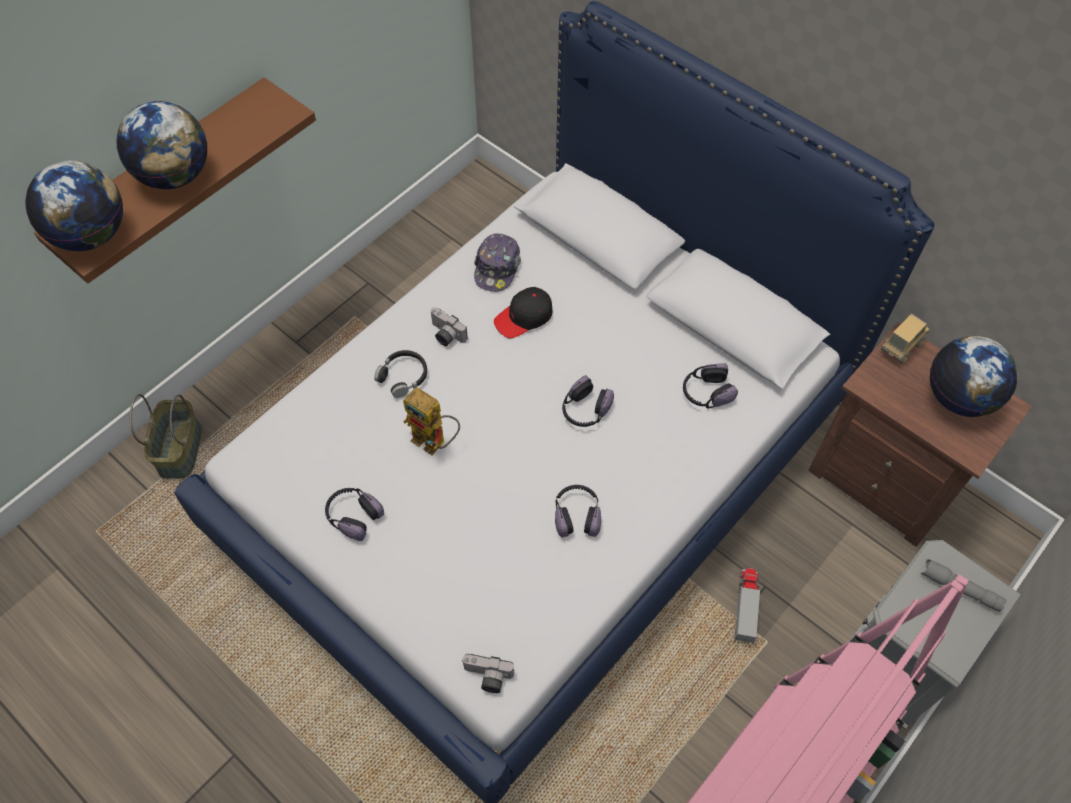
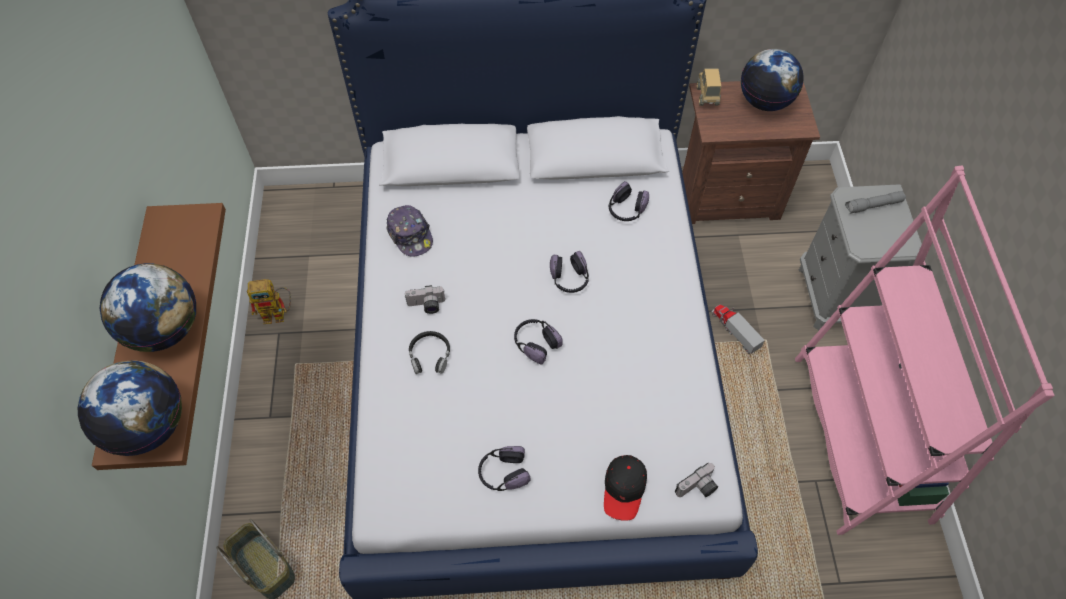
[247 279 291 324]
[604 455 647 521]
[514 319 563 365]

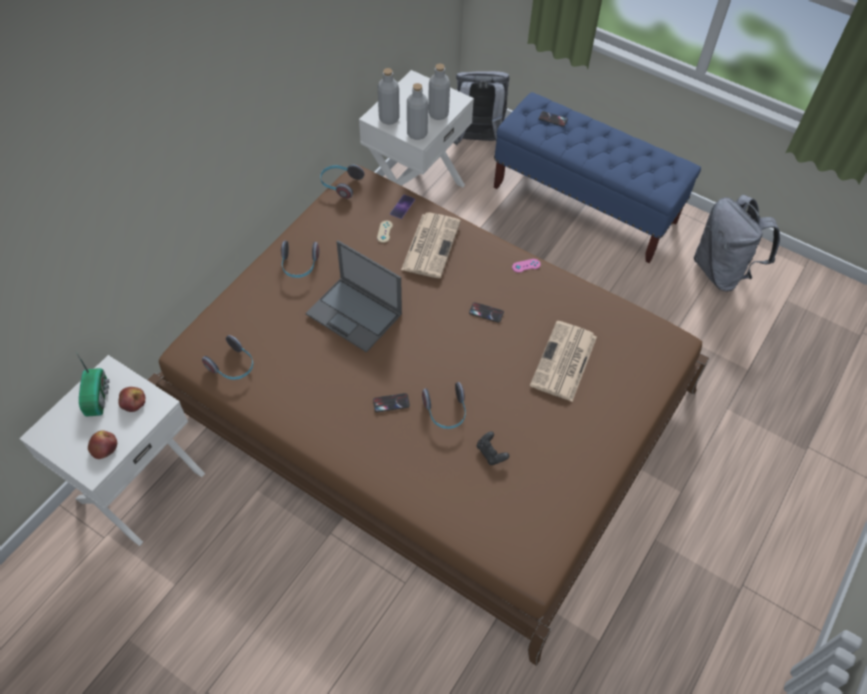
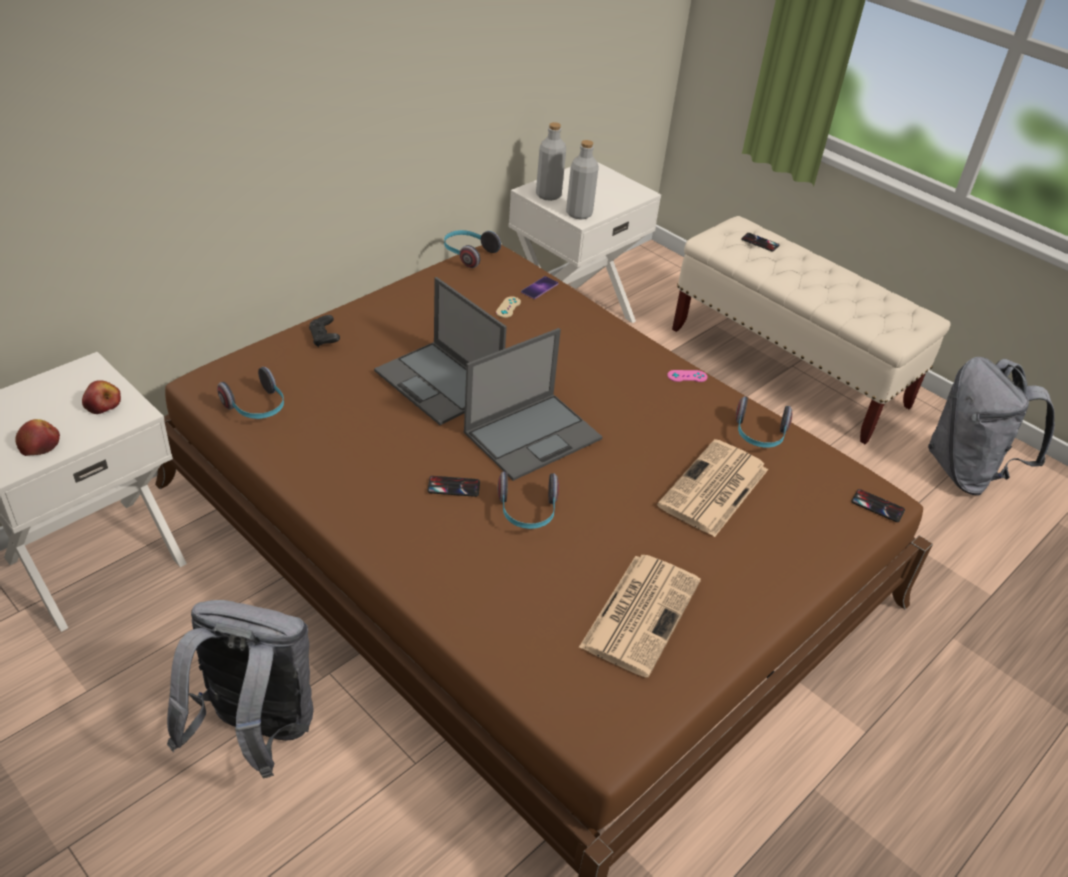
[76 352 110 417] (first image)
[428 64 450 120] (first image)
[464 328 602 481]
[736 396 792 448]
[579 555 701 678]
[167 600 314 778]
[851 489 905 522]
[309 315 340 347]
[672 216 951 444]

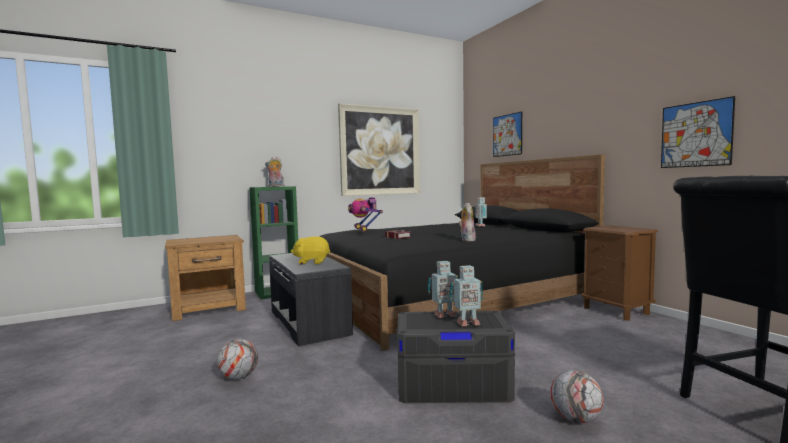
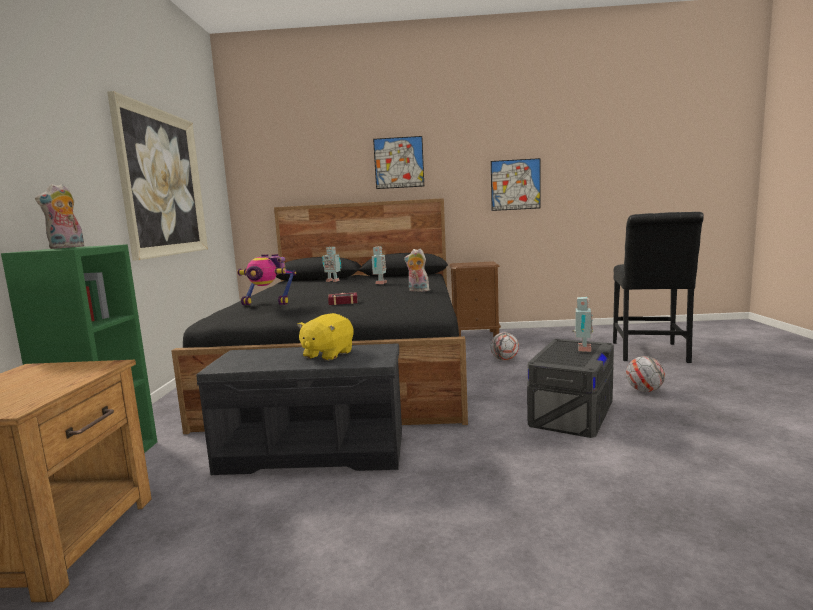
[490 332 519 361]
[372 246 387 284]
[373 136 424 189]

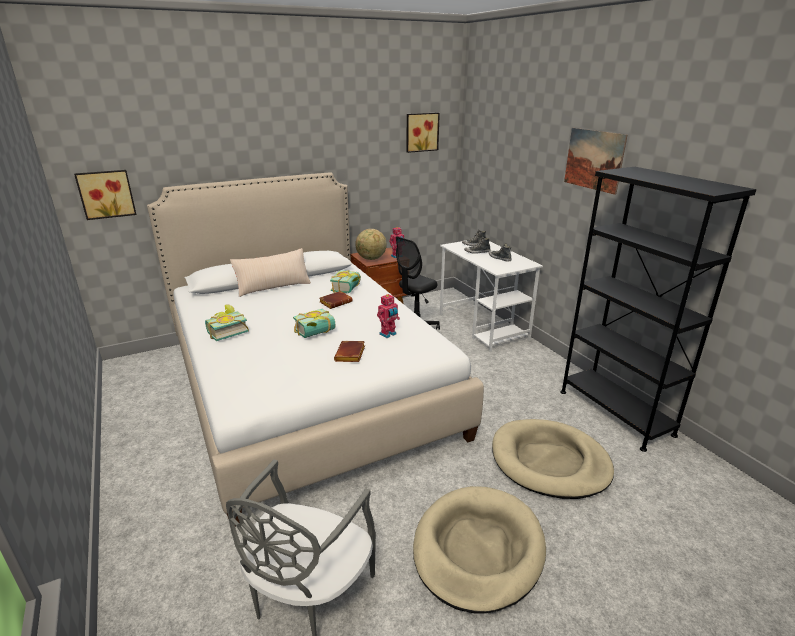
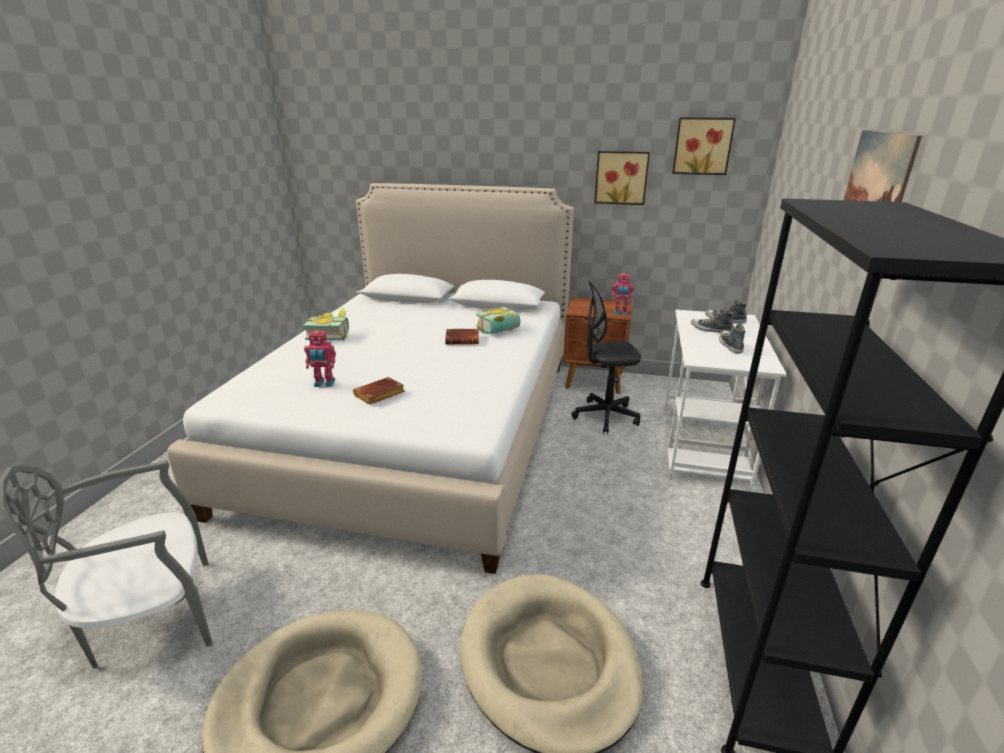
[230 248 311 297] (first image)
[293 309 335 338] (first image)
[355 229 387 260] (first image)
[594 151 650 205]
[304 330 336 387]

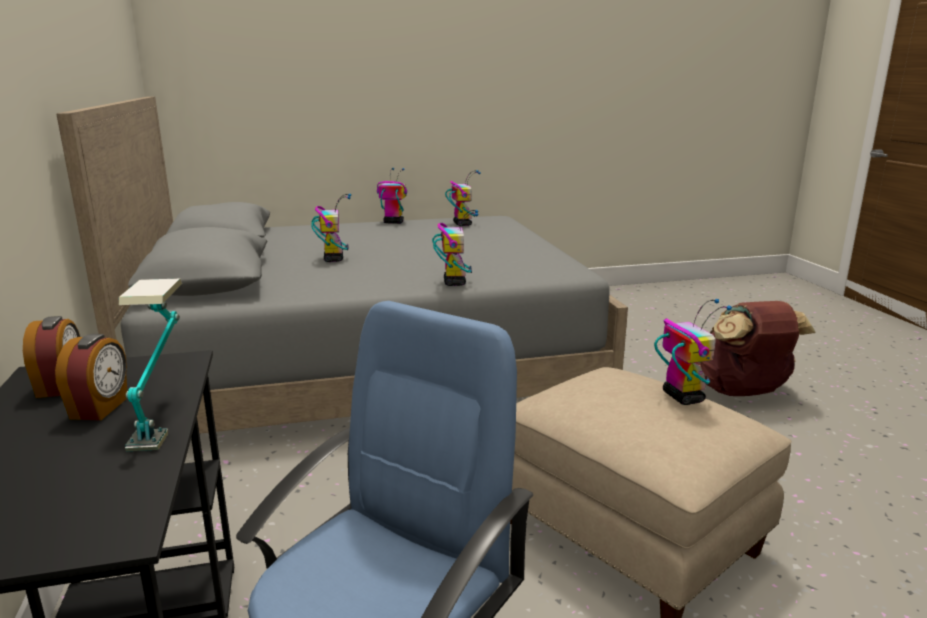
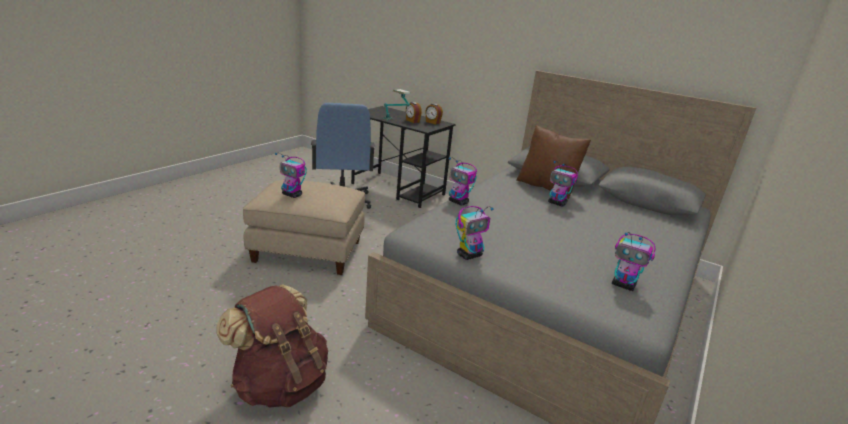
[516 125 591 199]
[456 206 494 260]

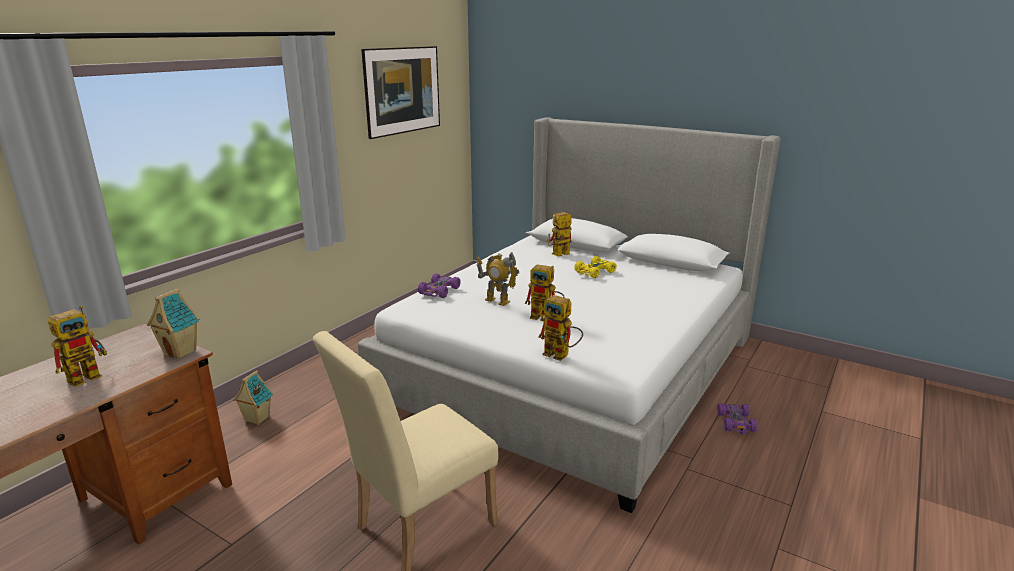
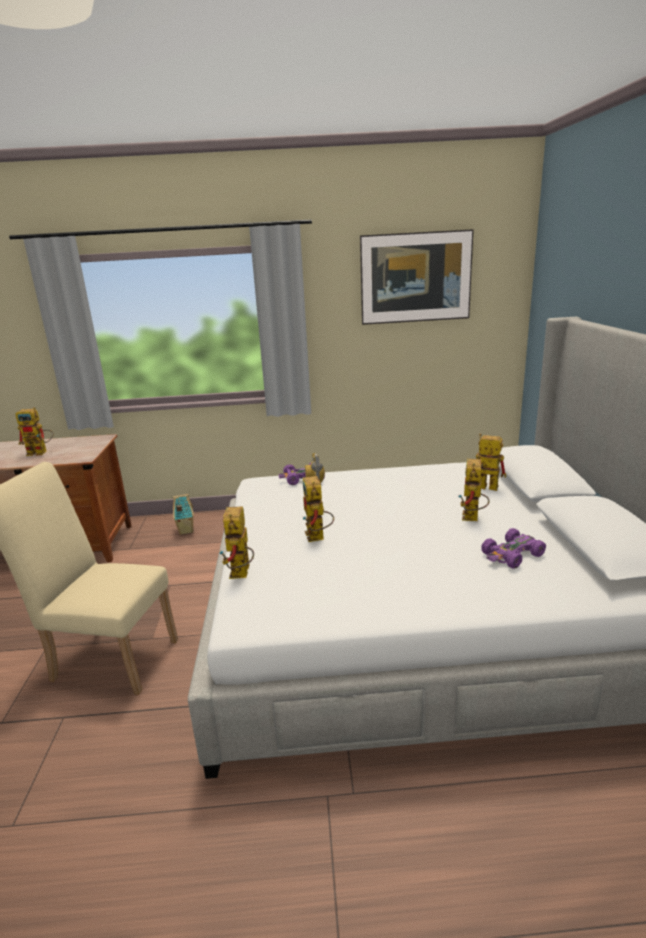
[147 289 200 359] (first image)
[481 528 546 569]
[459 459 490 521]

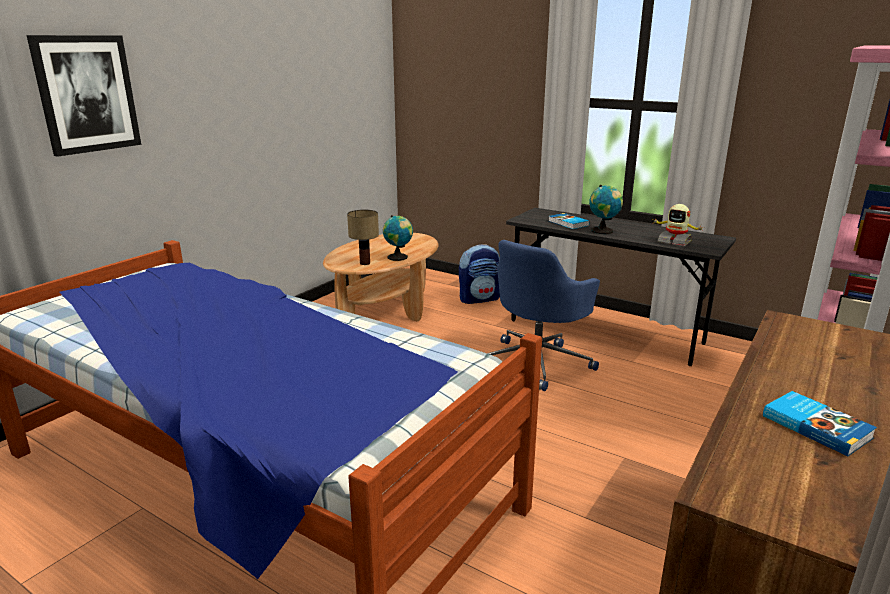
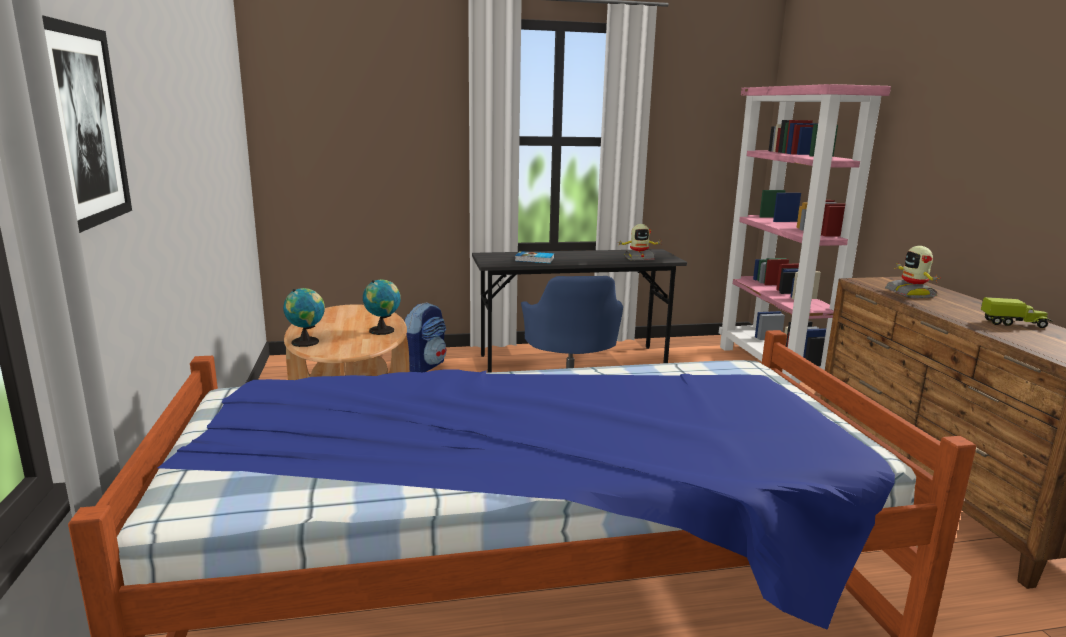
[347 210 379 265] (first image)
[885 246 939 298]
[283 288 325 347]
[981 297 1053 328]

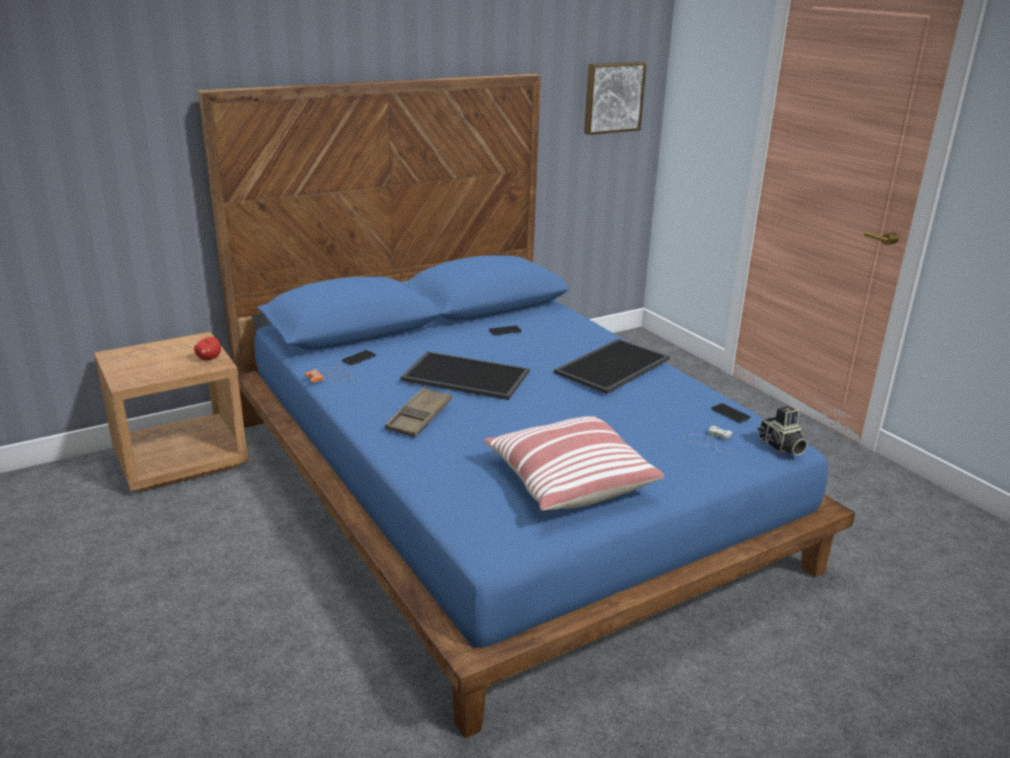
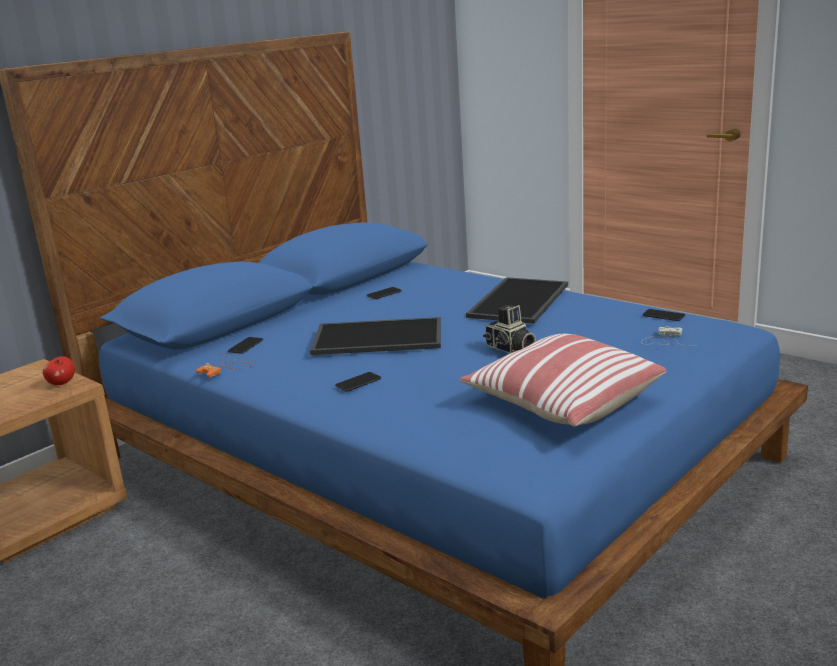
[584 62 647 135] (first image)
[483 305 536 353]
[335 372 381 392]

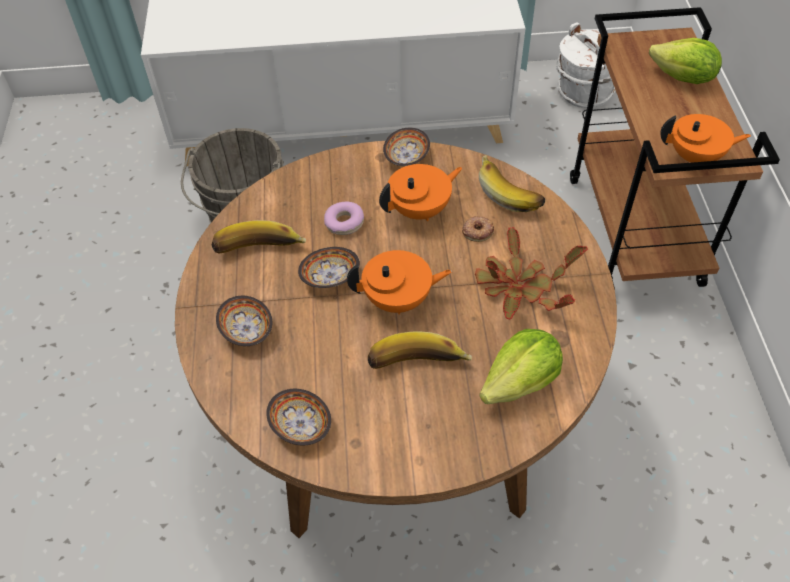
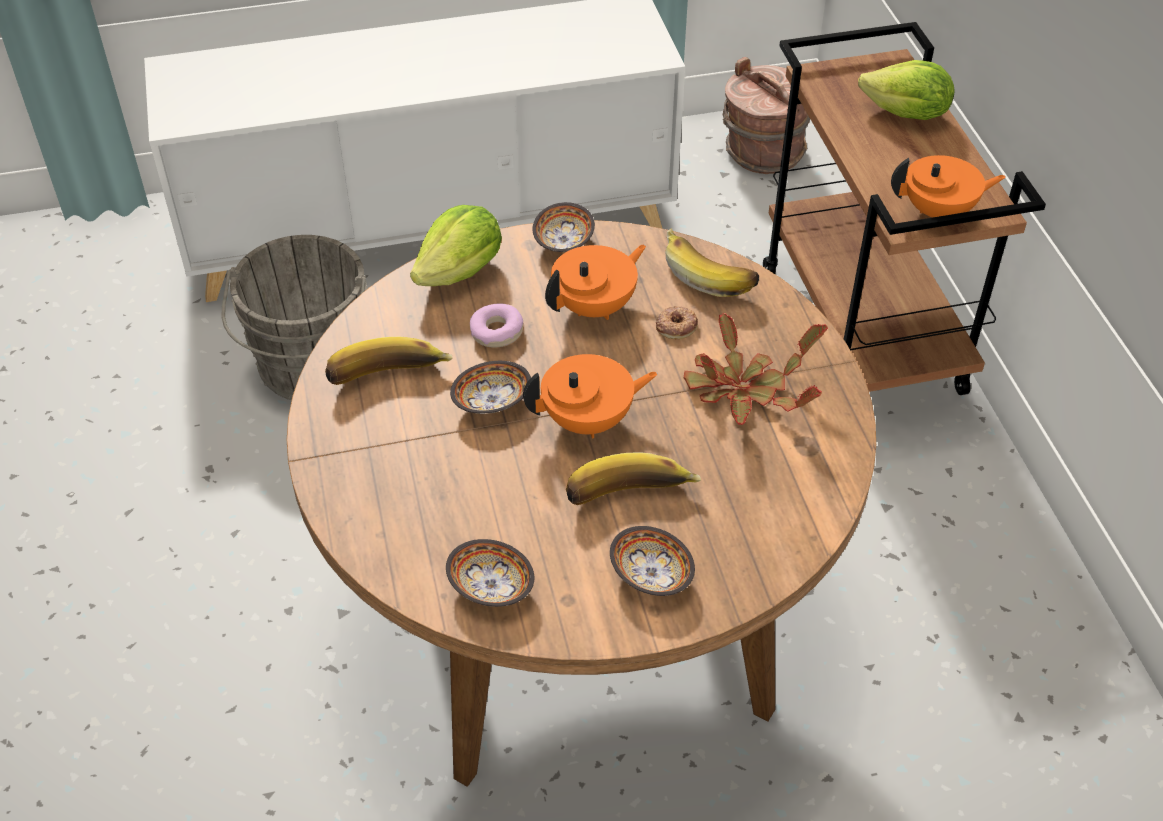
[610 526 695 596]
[410 205 502 286]
[723 57 810 174]

